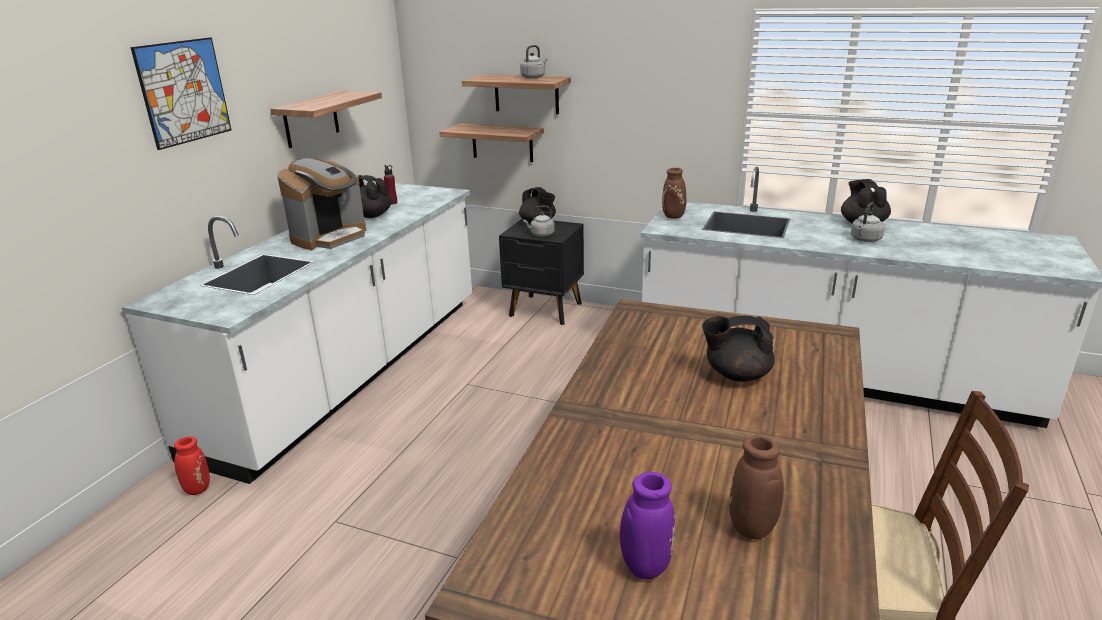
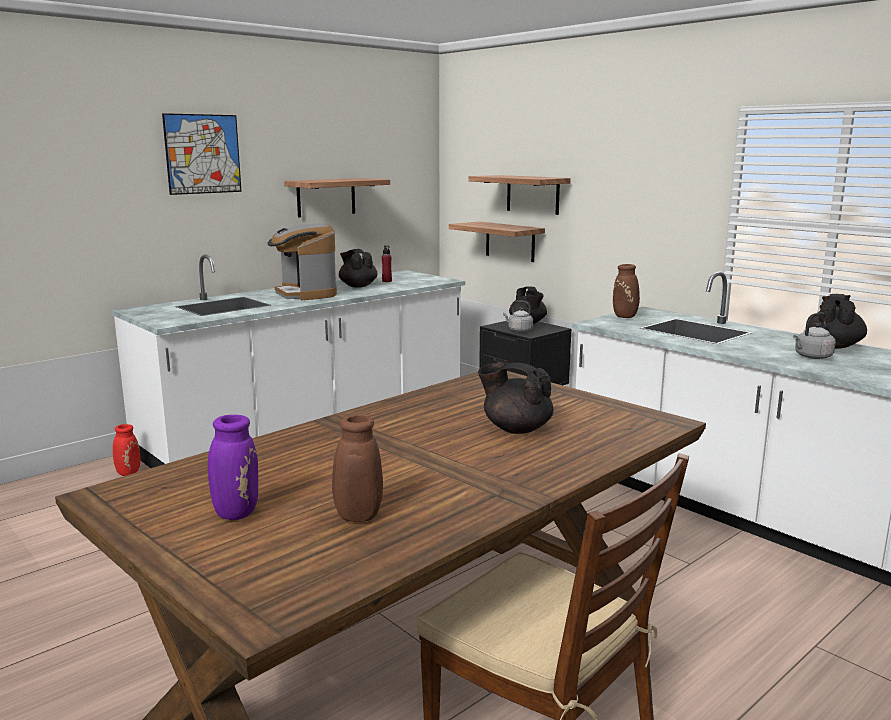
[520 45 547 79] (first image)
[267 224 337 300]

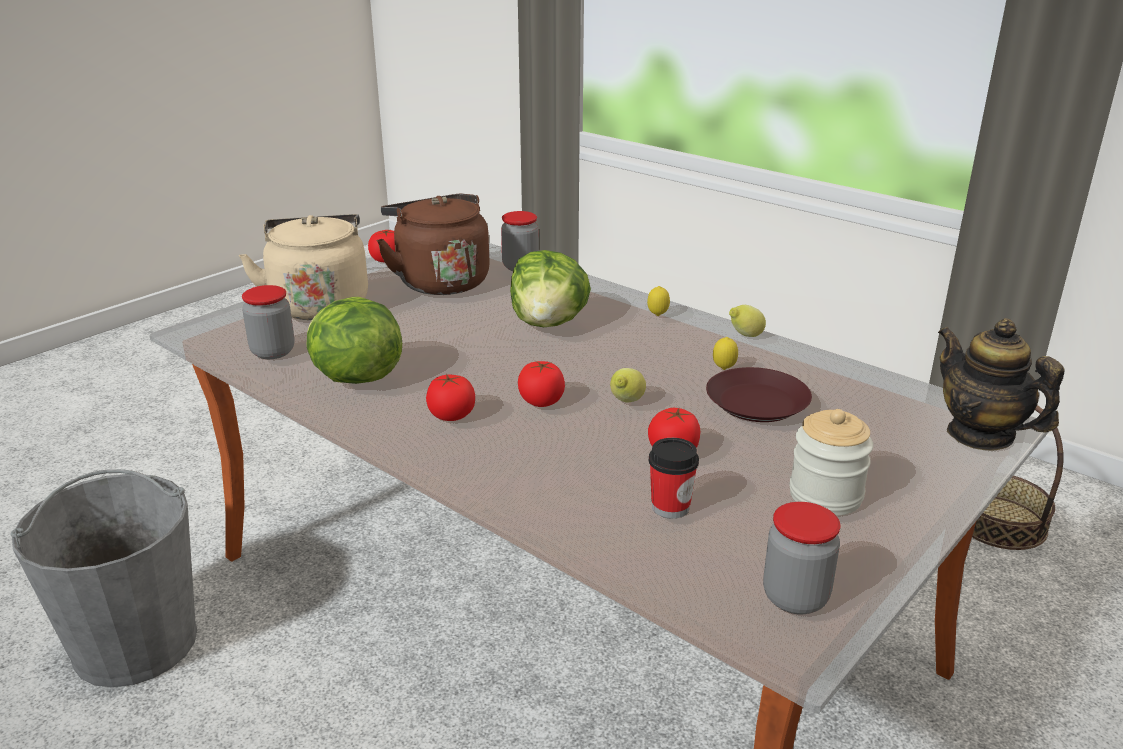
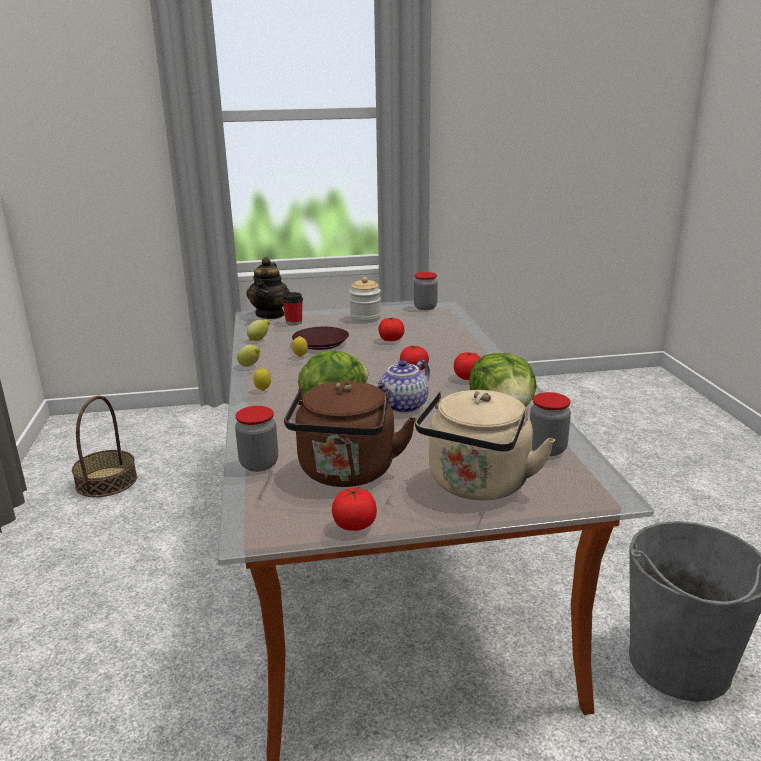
[375 360 430 413]
[247 320 270 341]
[282 292 303 325]

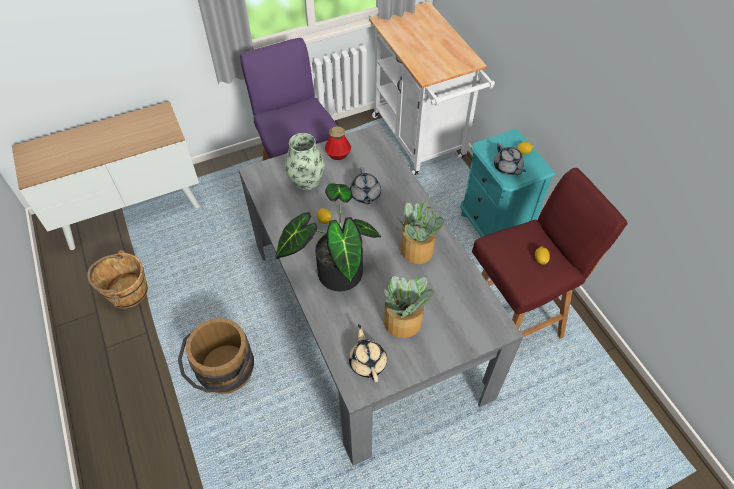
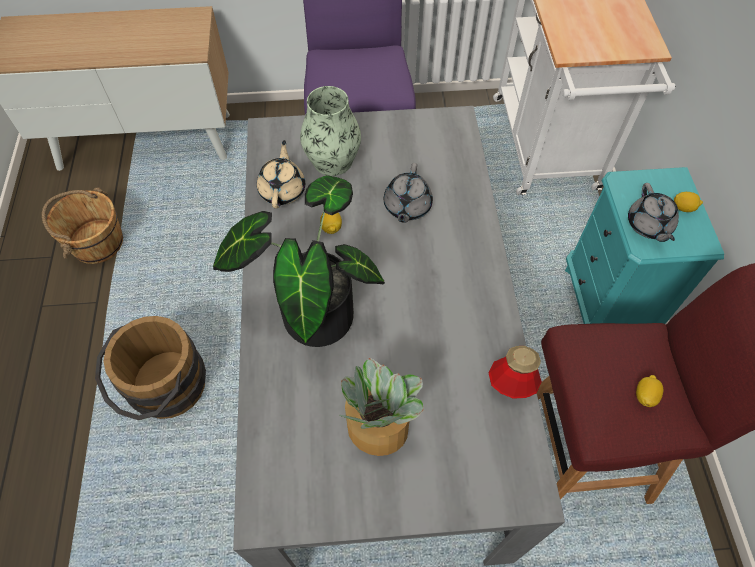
[397 202 444 264] (first image)
[489 346 542 399]
[257 140 305 209]

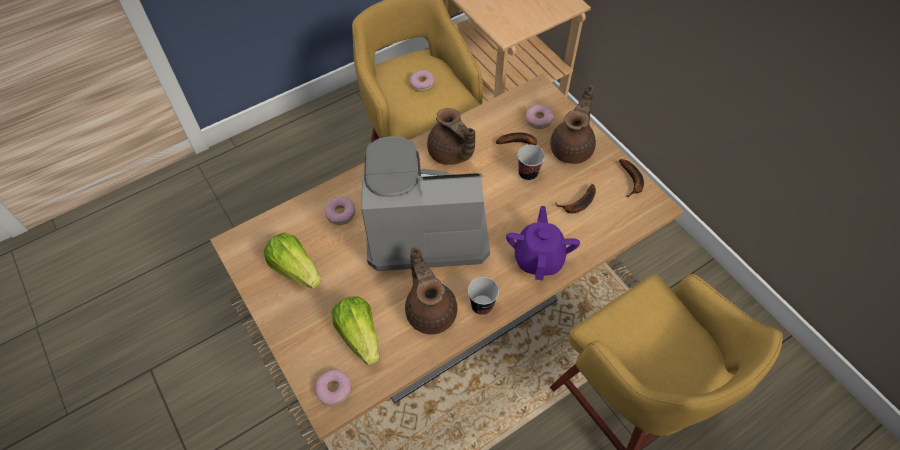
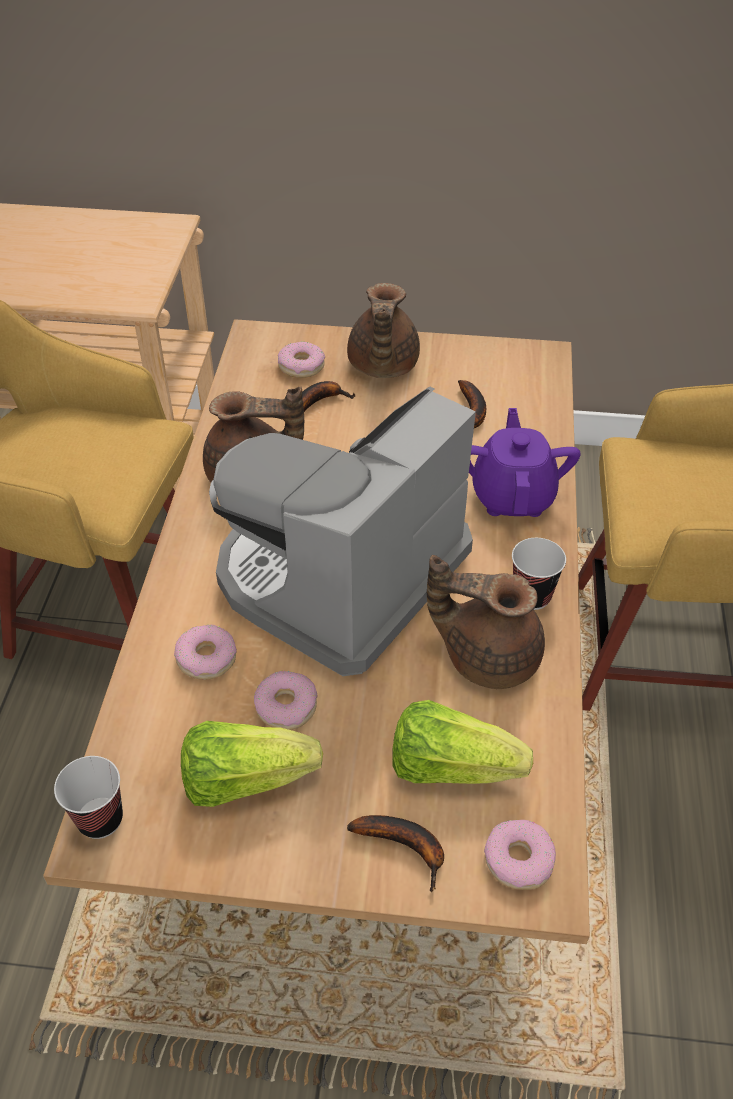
[254 671 317 730]
[54 756 123 839]
[347 815 444 892]
[469 408 581 517]
[347 283 420 378]

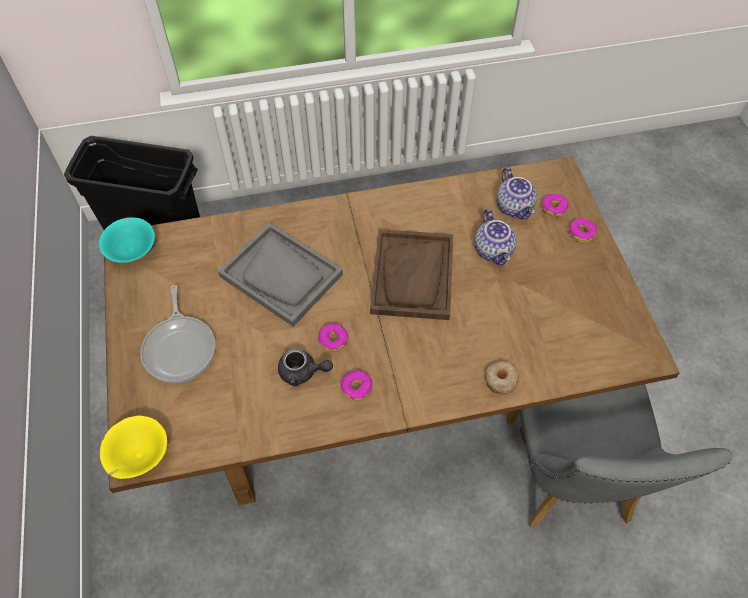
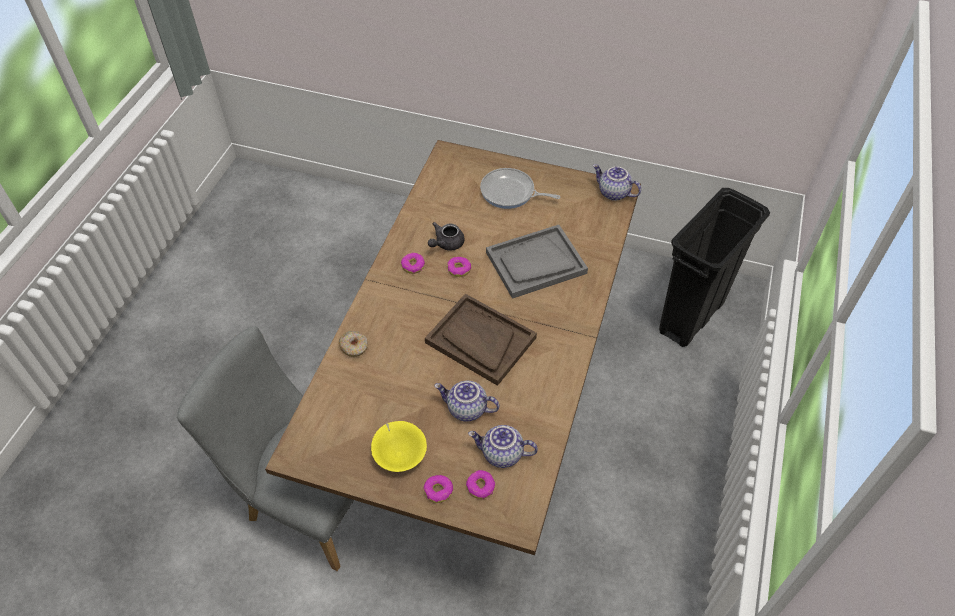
[371 421 427 472]
[593 164 641 201]

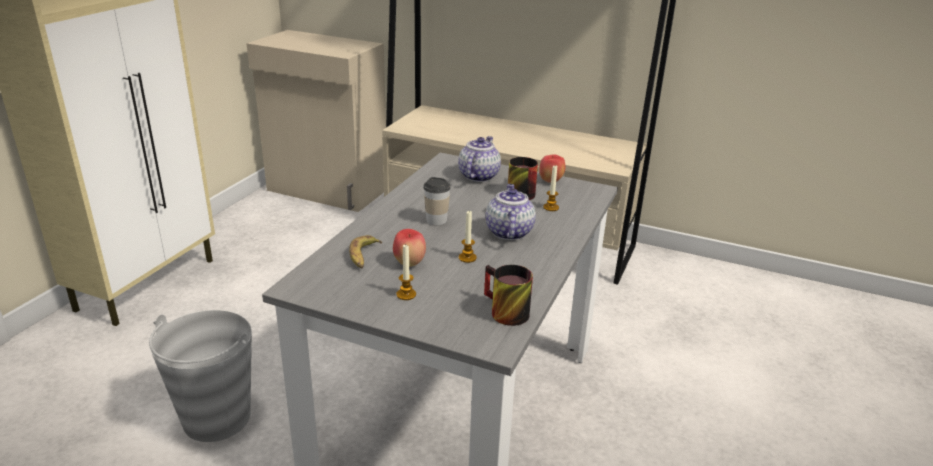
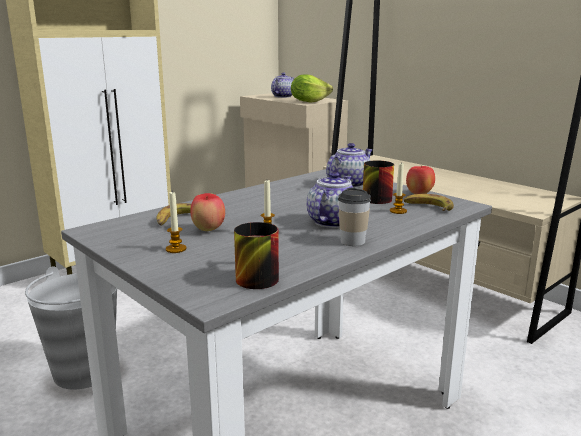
[271 72 294 98]
[291 74 333 103]
[404 194 454 211]
[338 188 371 246]

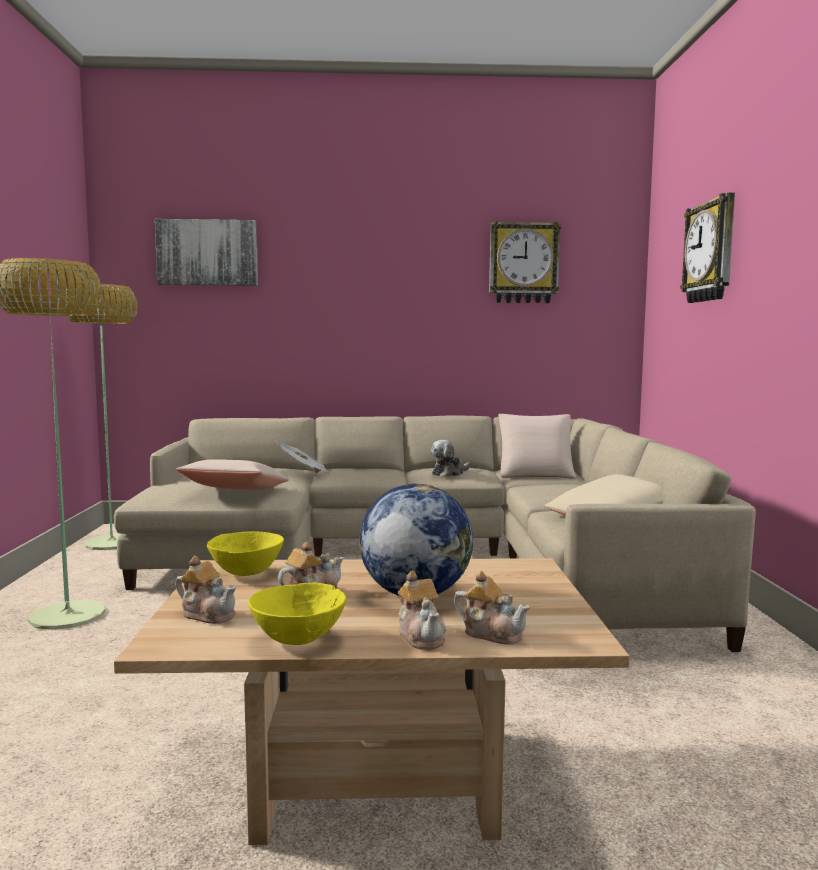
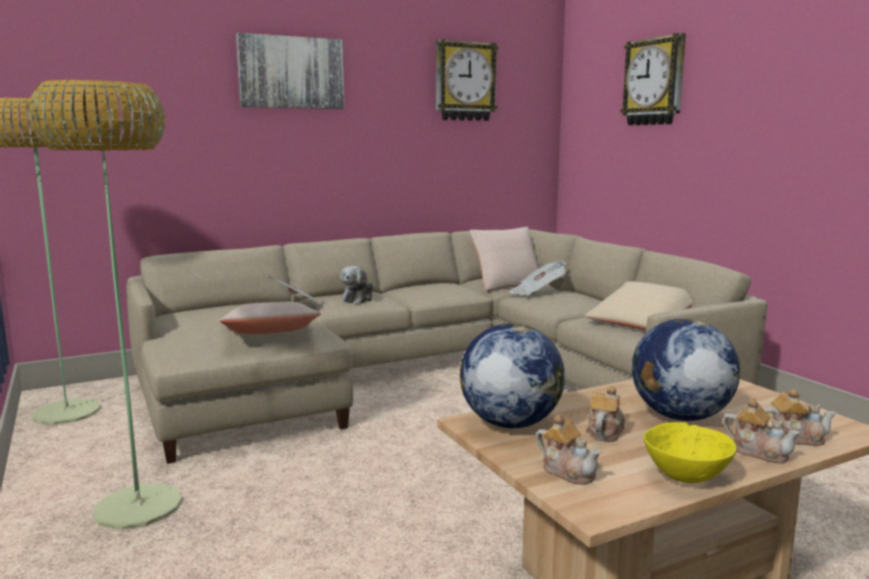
[510 261 566 295]
[236 33 344 109]
[340 266 373 304]
[460 323 565 429]
[536 414 601 485]

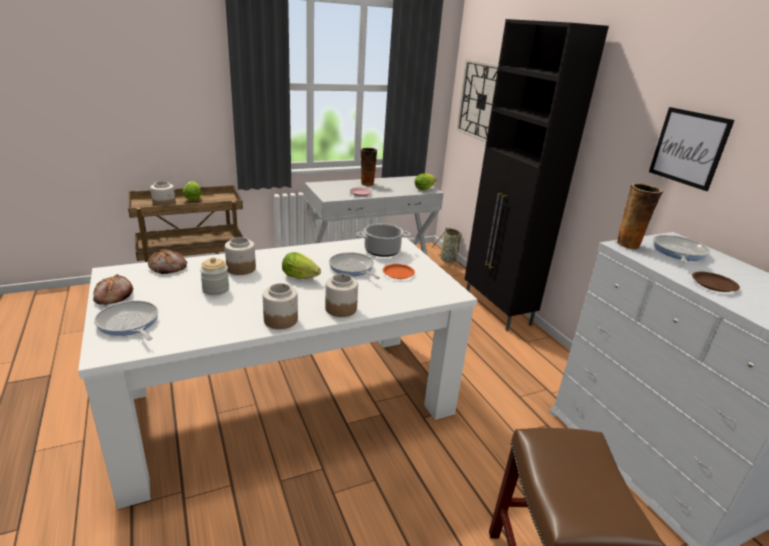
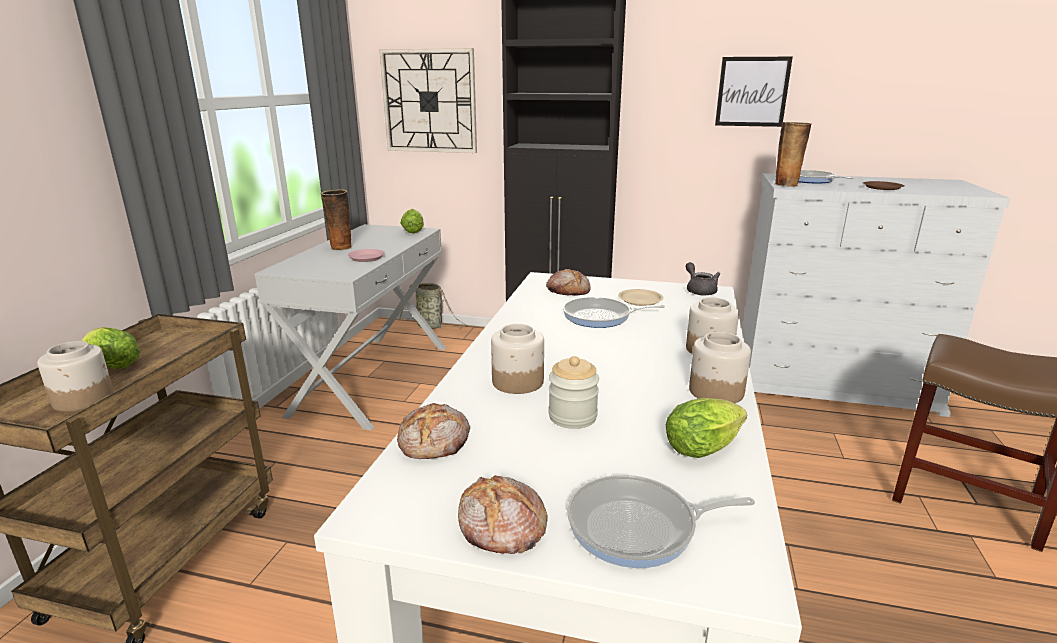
[686 262 721 296]
[666 398 747 458]
[546 269 591 296]
[618 289 664 306]

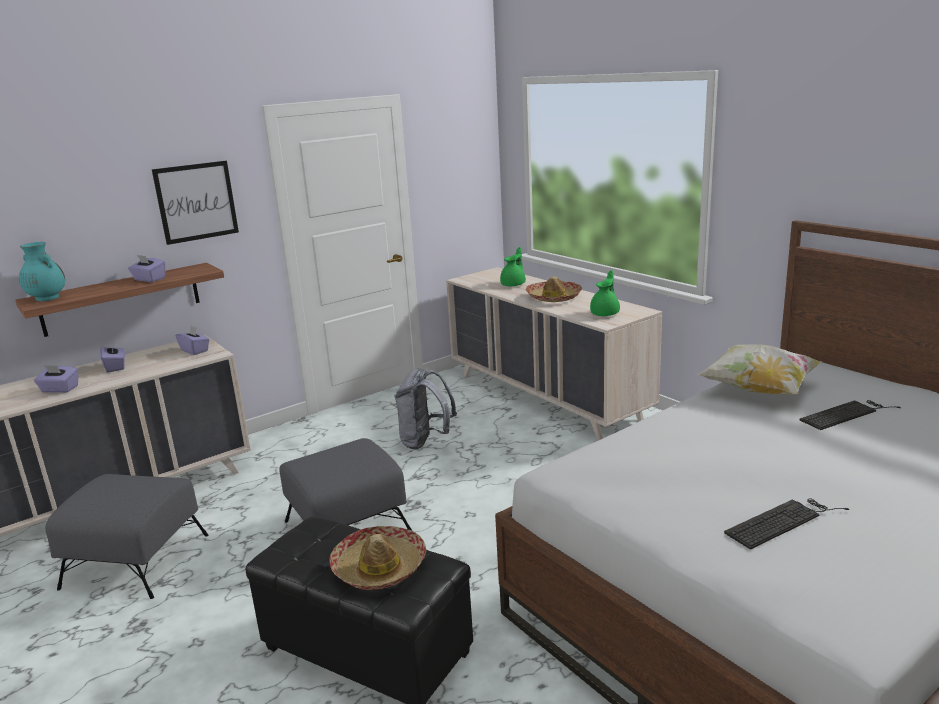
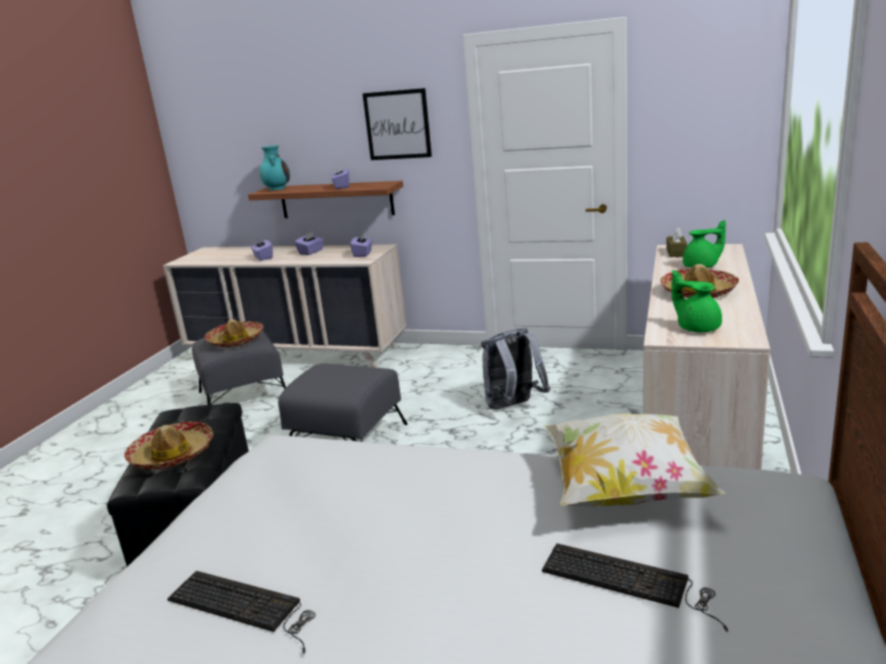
[205 319 264 348]
[666 227 687 257]
[671 270 722 332]

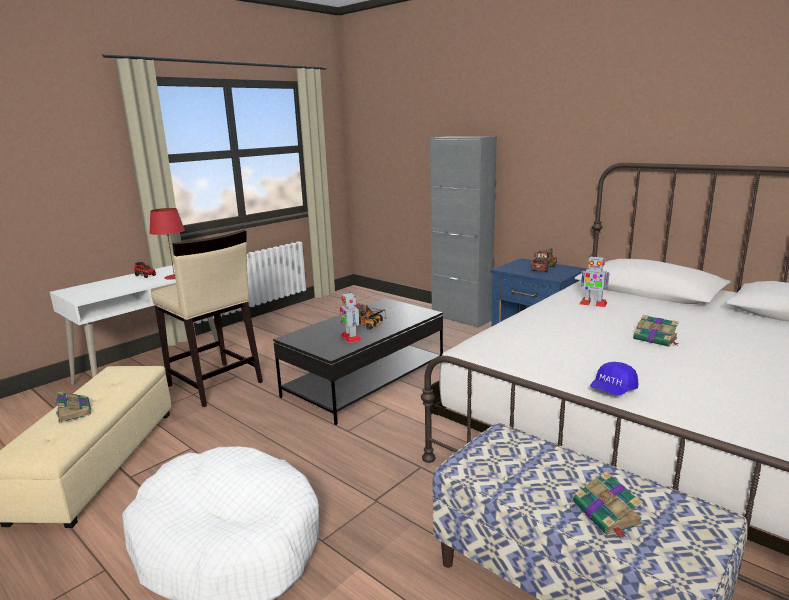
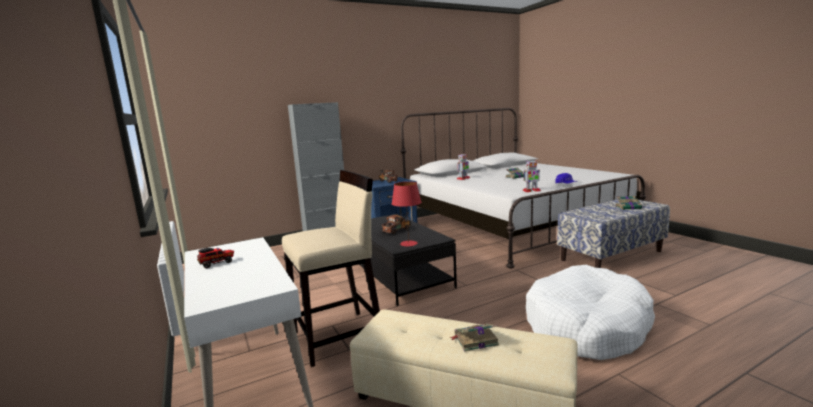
[392 182 422 246]
[523 160 541 192]

